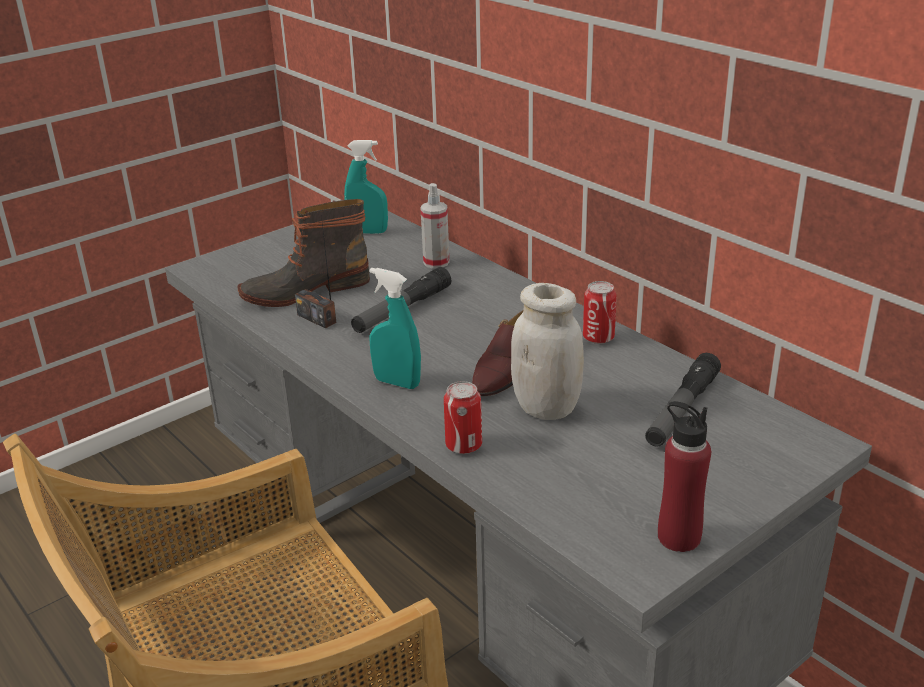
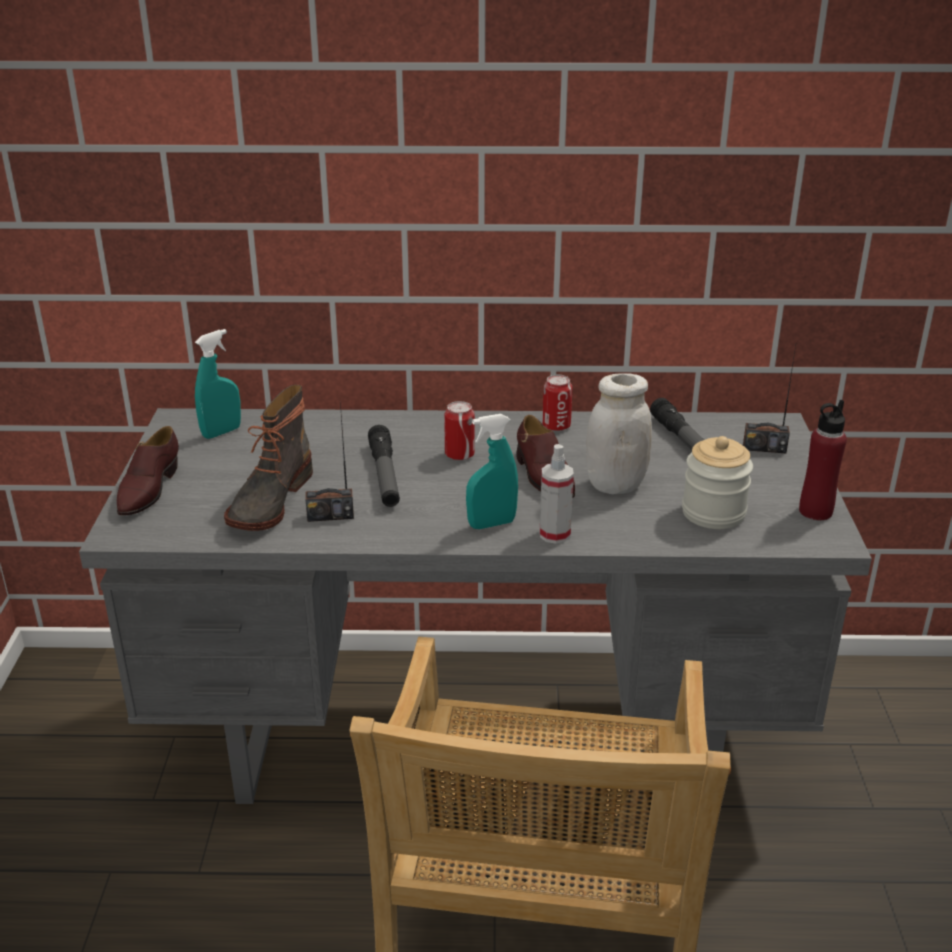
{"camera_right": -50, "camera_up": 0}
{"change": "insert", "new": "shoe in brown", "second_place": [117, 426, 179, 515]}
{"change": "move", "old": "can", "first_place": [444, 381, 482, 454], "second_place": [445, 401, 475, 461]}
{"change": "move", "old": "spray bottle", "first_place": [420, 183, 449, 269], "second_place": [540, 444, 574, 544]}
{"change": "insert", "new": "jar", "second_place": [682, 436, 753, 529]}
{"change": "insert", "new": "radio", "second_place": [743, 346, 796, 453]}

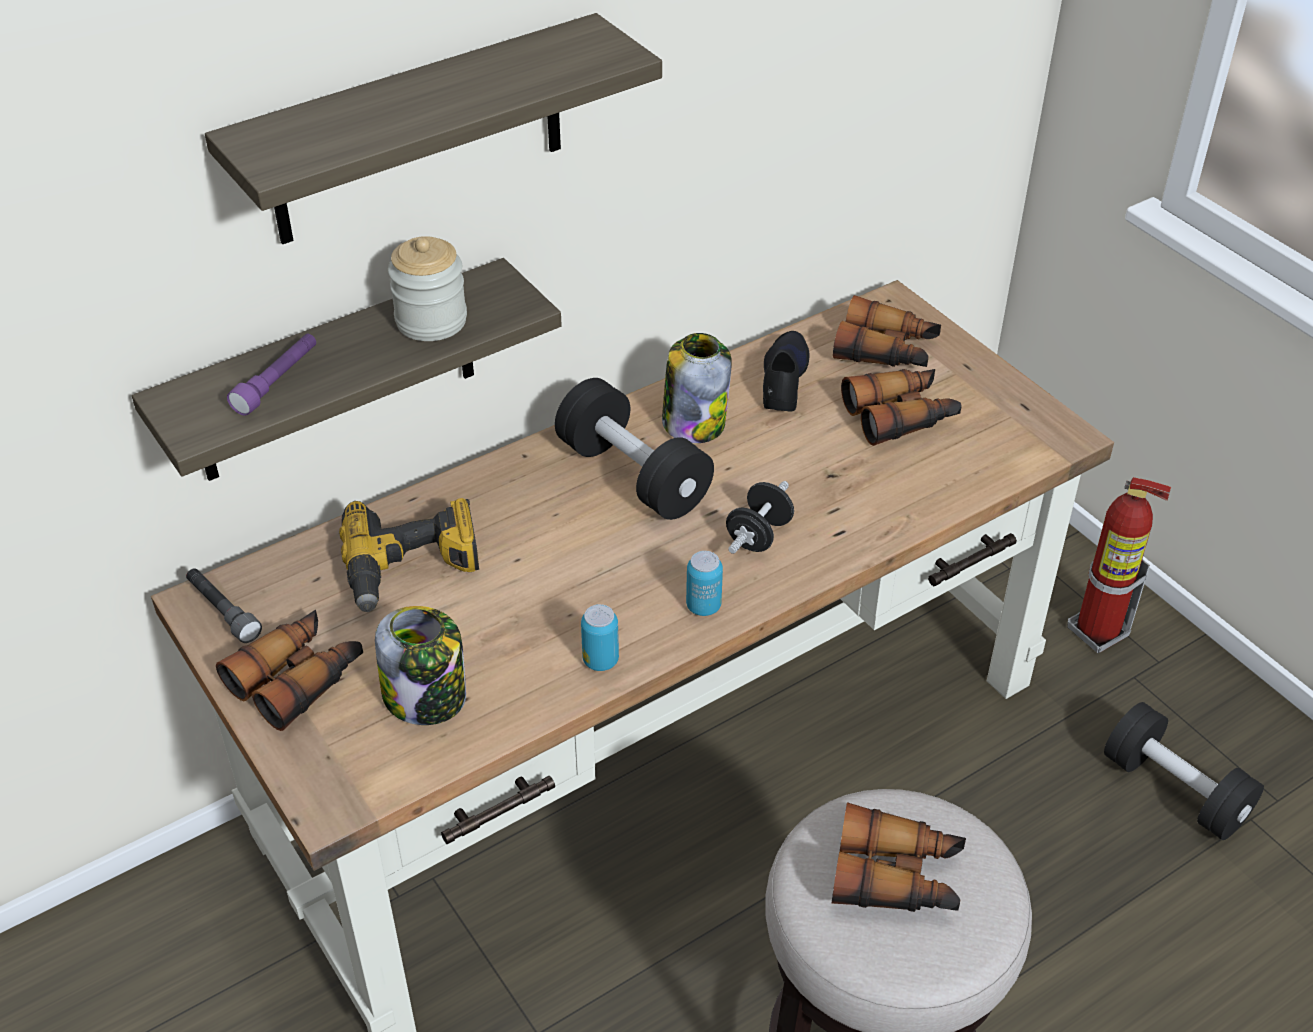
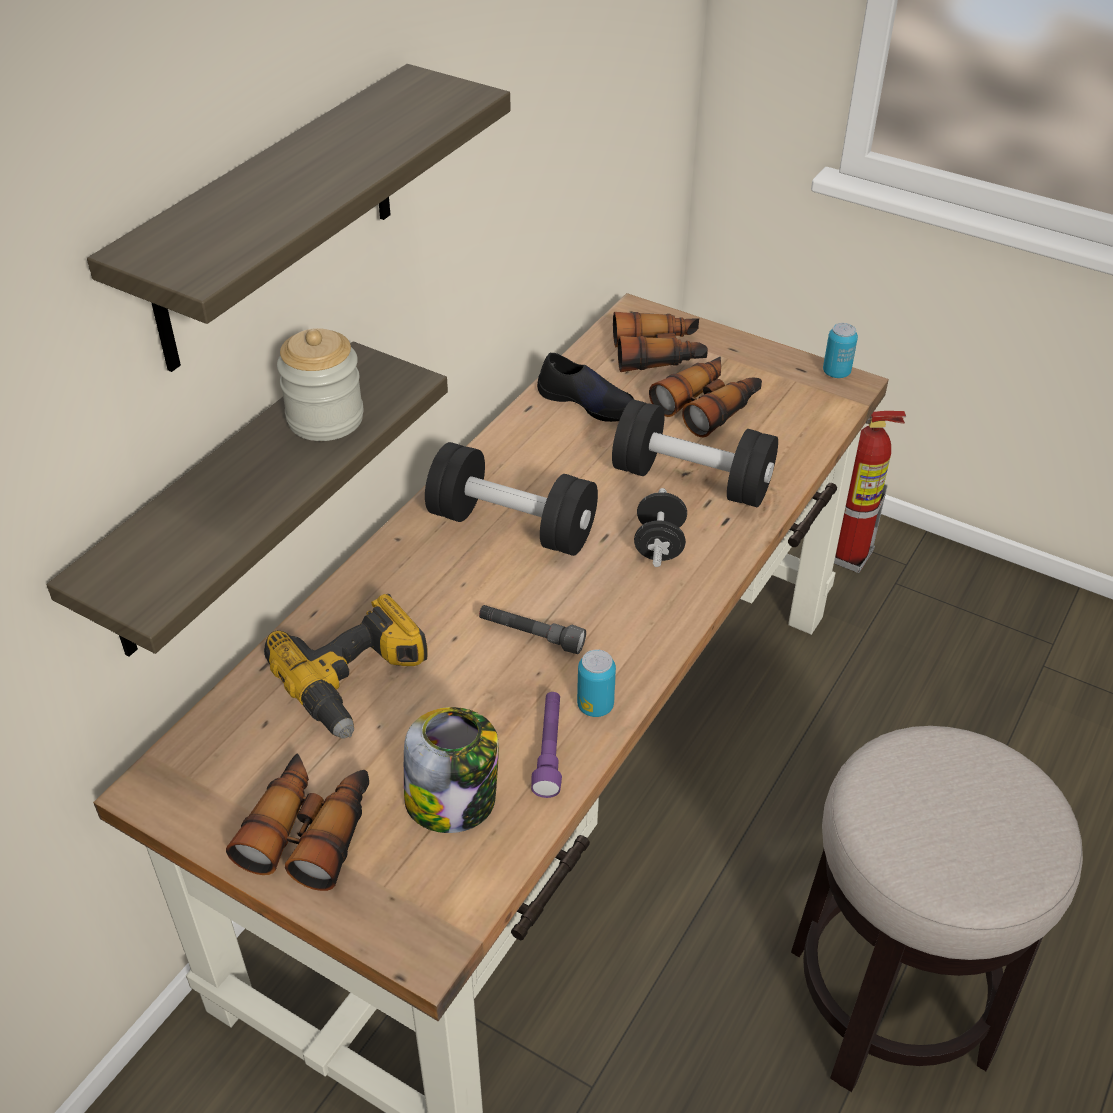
{"camera_right": -25, "camera_up": 0}
{"change": "move", "old": "flashlight in grey", "first_place": [186, 568, 262, 643], "second_place": [479, 605, 586, 654]}
{"change": "move", "old": "flashlight in purple", "first_place": [227, 334, 316, 416], "second_place": [531, 692, 562, 798]}
{"change": "rotate", "old": "shoe in black", "first_place": [763, 331, 810, 412], "second_place": [537, 352, 635, 422], "degrees": 135}
{"change": "move", "old": "dumbbell in black", "first_place": [1104, 702, 1264, 840], "second_place": [612, 399, 778, 507]}
{"change": "move", "old": "can", "first_place": [686, 551, 723, 616], "second_place": [823, 323, 858, 378]}
{"change": "delete", "old": "jar", "first_place": [662, 333, 732, 443]}
{"change": "delete", "old": "binoculars", "first_place": [832, 802, 966, 912]}

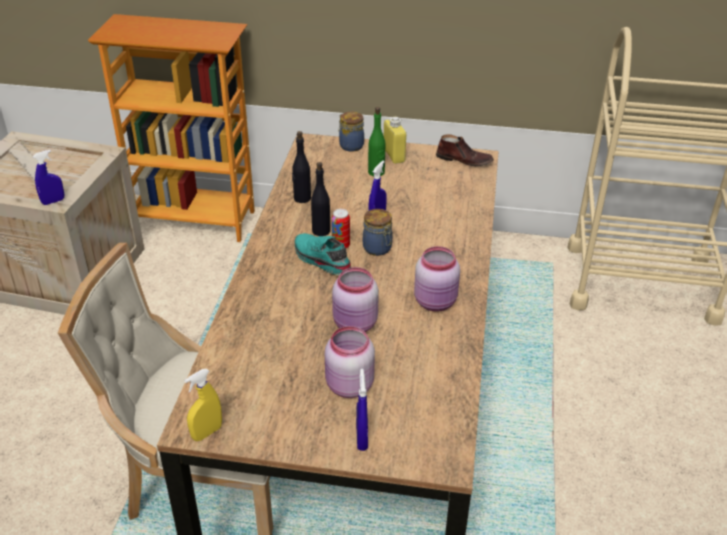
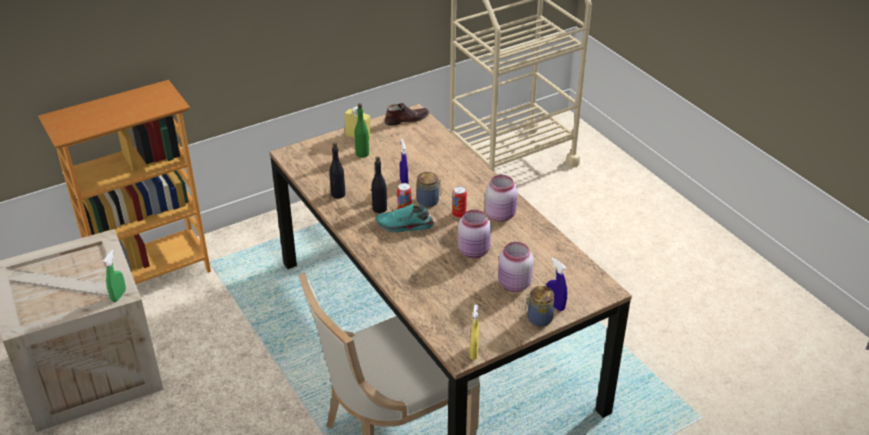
{"camera_right": -40, "camera_up": 0}
{"change": "recolor", "old": "spray bottle in blue", "new": "spray bottle in green", "first_place": [33, 150, 64, 205], "second_place": [103, 249, 126, 302]}
{"change": "insert", "new": "can", "second_place": [452, 186, 467, 218]}
{"change": "move", "old": "jar", "first_place": [339, 111, 364, 152], "second_place": [525, 286, 554, 327]}

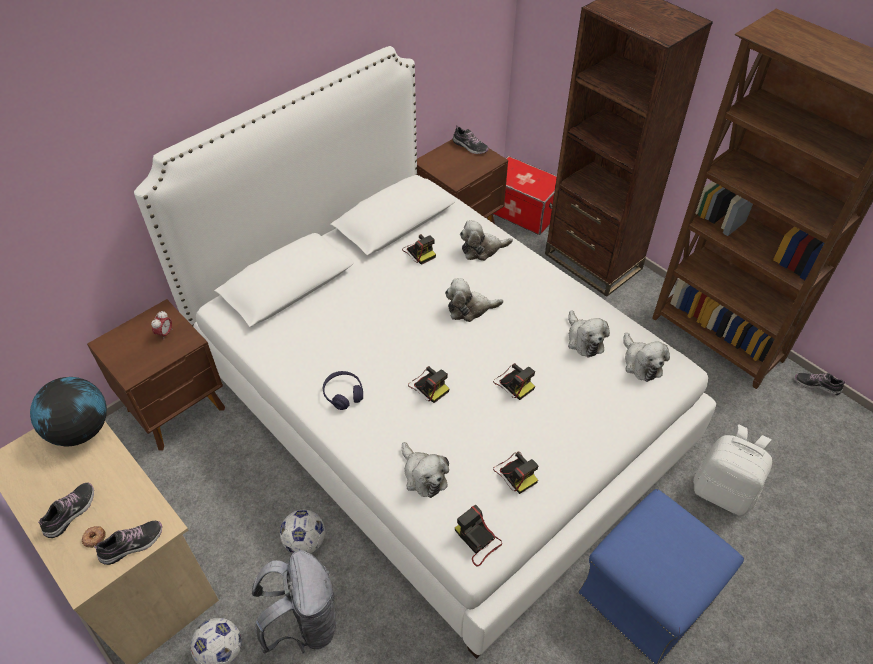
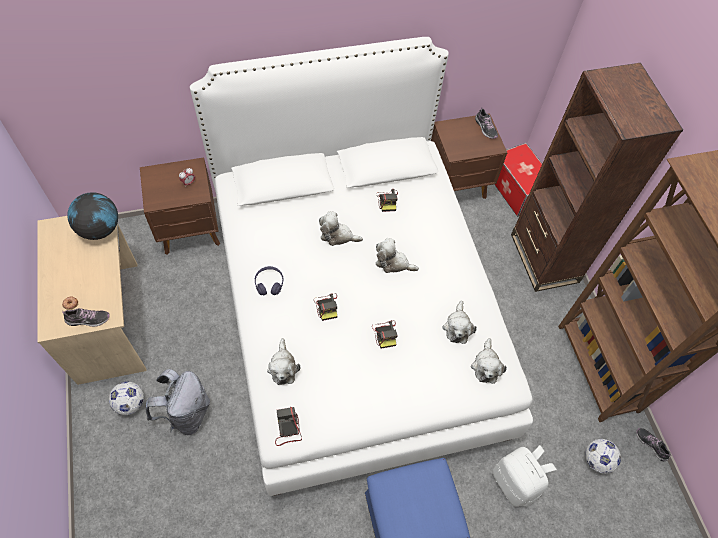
{"camera_right": 25, "camera_up": 10}
{"change": "move", "old": "plush toy", "first_place": [460, 220, 513, 261], "second_place": [319, 211, 363, 246]}
{"change": "move", "old": "football", "first_place": [280, 510, 325, 554], "second_place": [585, 439, 621, 474]}
{"change": "delete", "old": "shoe", "first_place": [38, 482, 94, 538]}
{"change": "delete", "old": "photo camera", "first_place": [493, 451, 539, 494]}

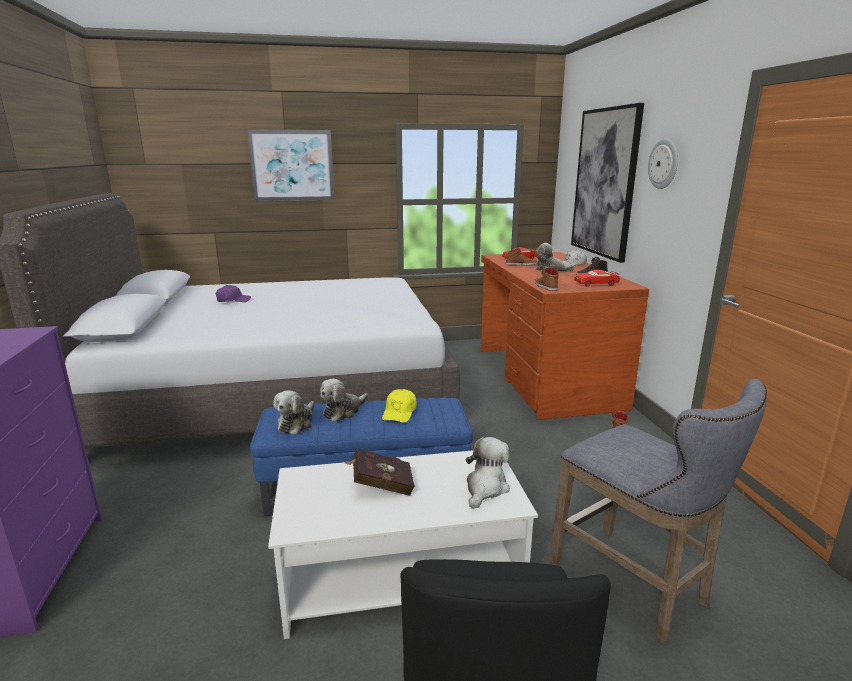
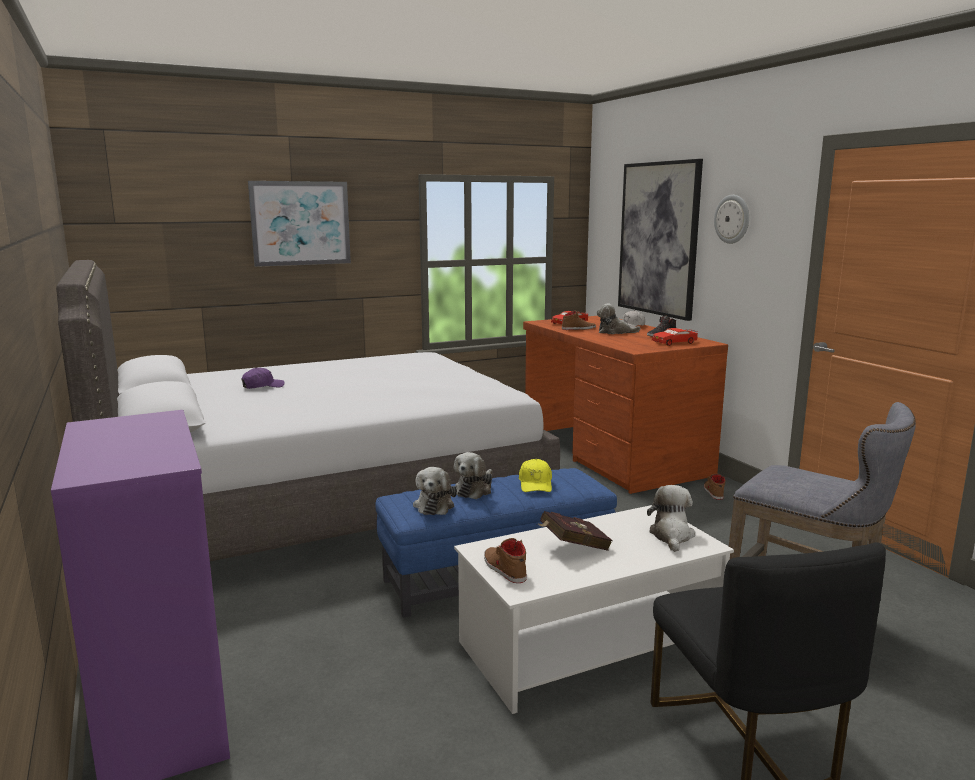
{"camera_right": -15, "camera_up": -5}
{"change": "move", "old": "shoe in brown", "first_place": [535, 267, 559, 291], "second_place": [484, 538, 527, 583]}

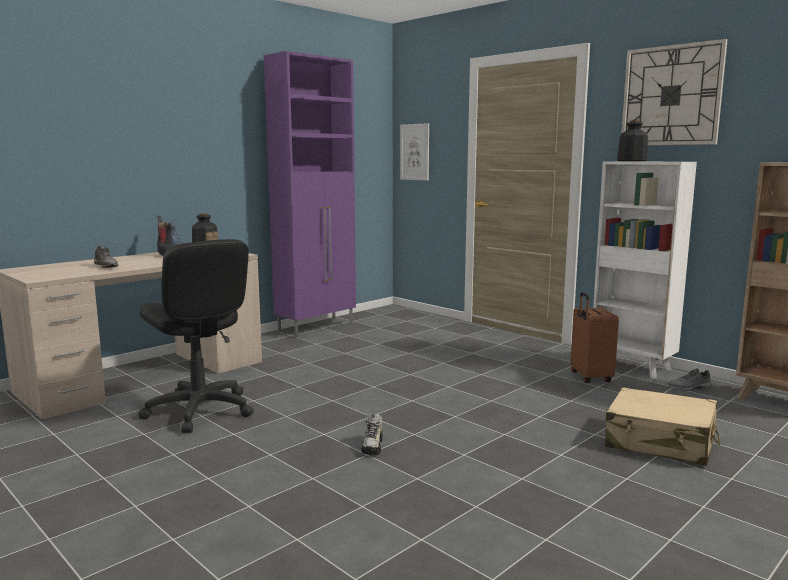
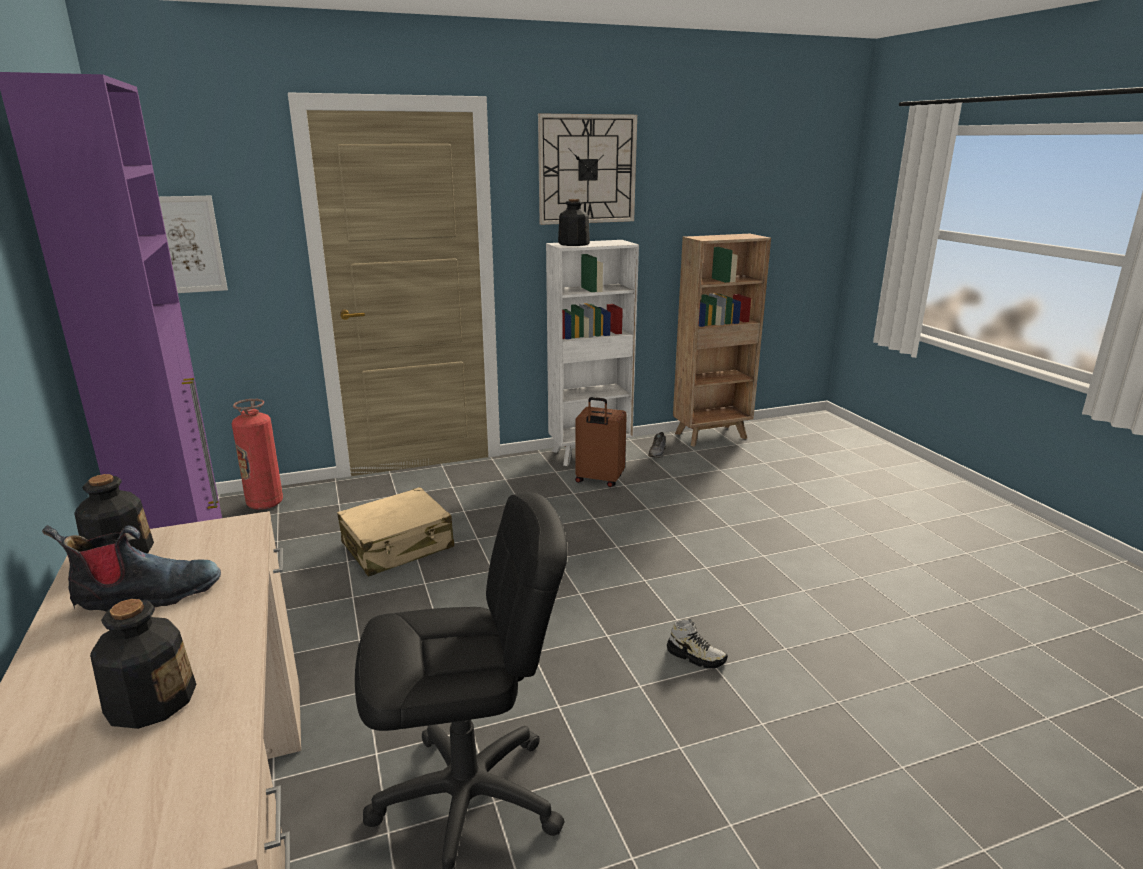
{"camera_right": -65, "camera_up": 10}
{"change": "replace", "old": "shoe in grey", "new": "bottle", "first_place": [94, 245, 118, 268], "second_place": [90, 599, 196, 729]}
{"change": "insert", "new": "fire extinguisher", "second_place": [232, 399, 283, 509]}
{"change": "move", "old": "suitcase in beige", "first_place": [605, 387, 720, 466], "second_place": [337, 487, 454, 576]}

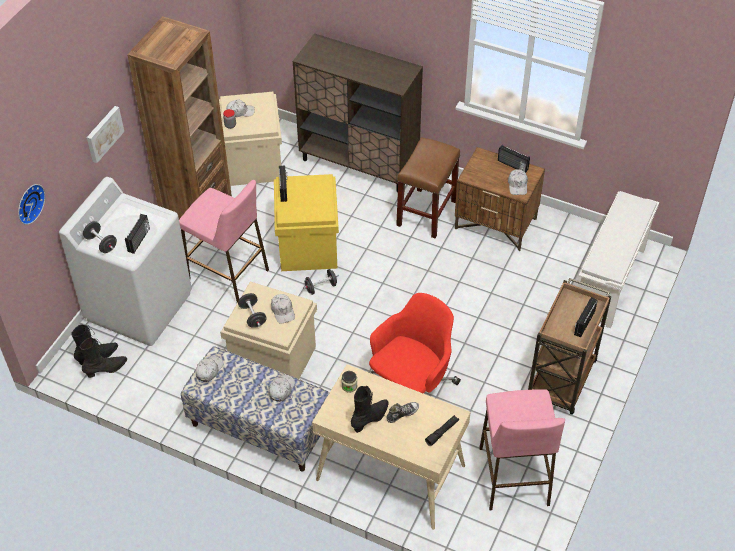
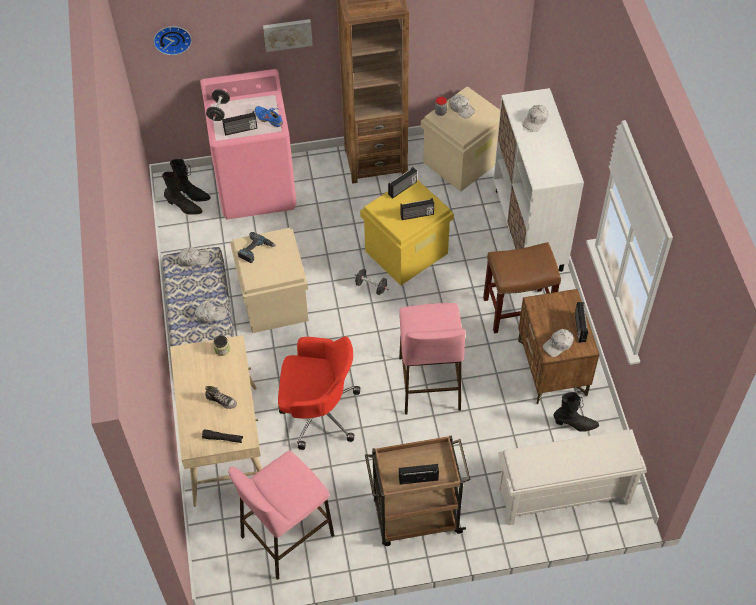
{"camera_right": 55, "camera_up": 5}
{"change": "recolor", "old": "washing machine in white", "new": "washing machine in pink", "first_place": [59, 177, 192, 346], "second_place": [200, 69, 297, 219]}
{"change": "replace", "old": "dumbbell in black", "new": "power drill", "first_place": [238, 293, 267, 328], "second_place": [238, 232, 275, 263]}
{"change": "insert", "new": "shoe in blue", "second_place": [255, 106, 283, 127]}
{"change": "move", "old": "stool in pink", "first_place": [179, 180, 269, 303], "second_place": [399, 303, 466, 415]}
{"change": "insert", "new": "radio", "second_place": [400, 198, 434, 220]}
{"change": "recolor", "old": "cabinet in brown", "new": "cabinet in white", "first_place": [293, 33, 423, 193], "second_place": [493, 88, 584, 272]}
{"change": "move", "old": "cap in white", "first_place": [271, 294, 295, 324], "second_place": [522, 105, 548, 132]}
{"change": "move", "old": "boot in black", "first_place": [351, 386, 389, 433], "second_place": [553, 392, 599, 432]}

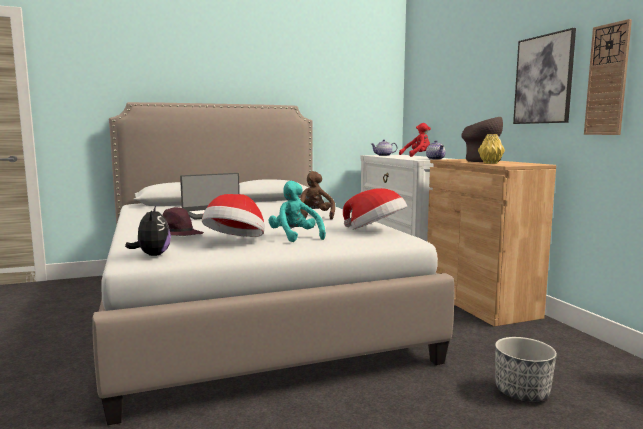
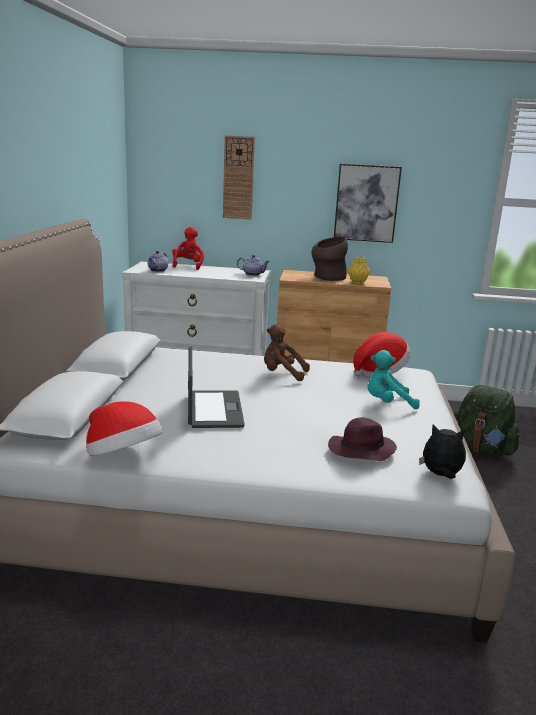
{"camera_right": -65, "camera_up": 10}
{"change": "move", "old": "hat", "first_place": [202, 194, 265, 237], "second_place": [86, 401, 163, 456]}
{"change": "move", "old": "wall clock", "first_place": [584, 19, 632, 135], "second_place": [223, 136, 255, 220]}
{"change": "replace", "old": "planter", "new": "backpack in green", "first_place": [495, 337, 557, 401], "second_place": [454, 385, 522, 456]}

